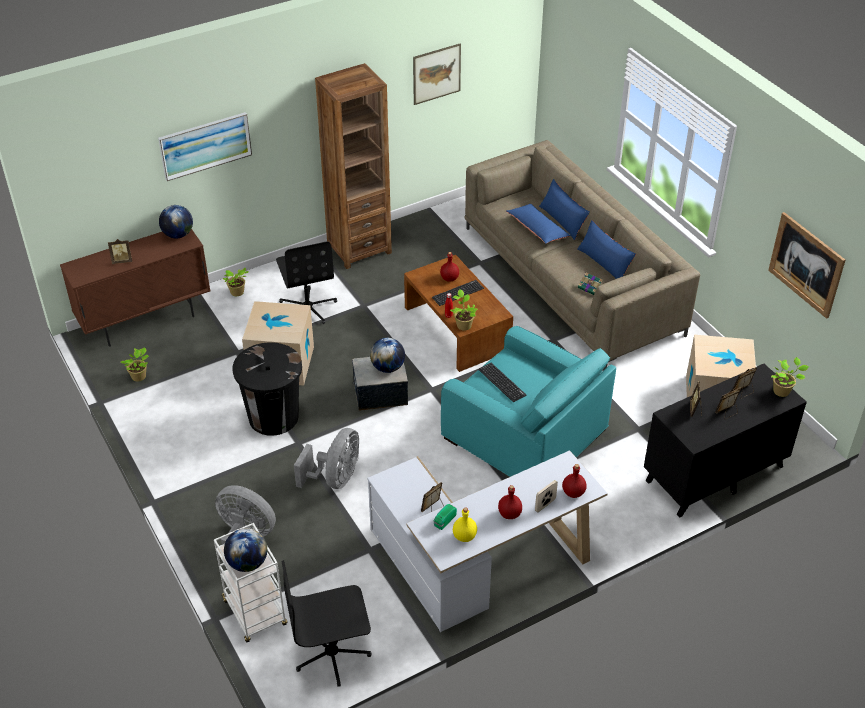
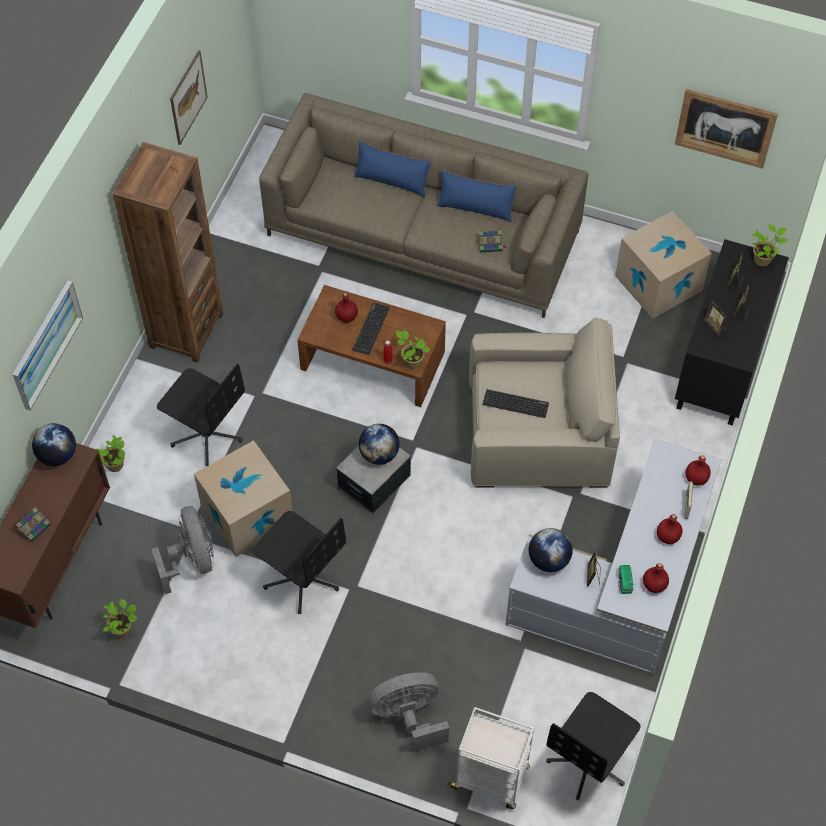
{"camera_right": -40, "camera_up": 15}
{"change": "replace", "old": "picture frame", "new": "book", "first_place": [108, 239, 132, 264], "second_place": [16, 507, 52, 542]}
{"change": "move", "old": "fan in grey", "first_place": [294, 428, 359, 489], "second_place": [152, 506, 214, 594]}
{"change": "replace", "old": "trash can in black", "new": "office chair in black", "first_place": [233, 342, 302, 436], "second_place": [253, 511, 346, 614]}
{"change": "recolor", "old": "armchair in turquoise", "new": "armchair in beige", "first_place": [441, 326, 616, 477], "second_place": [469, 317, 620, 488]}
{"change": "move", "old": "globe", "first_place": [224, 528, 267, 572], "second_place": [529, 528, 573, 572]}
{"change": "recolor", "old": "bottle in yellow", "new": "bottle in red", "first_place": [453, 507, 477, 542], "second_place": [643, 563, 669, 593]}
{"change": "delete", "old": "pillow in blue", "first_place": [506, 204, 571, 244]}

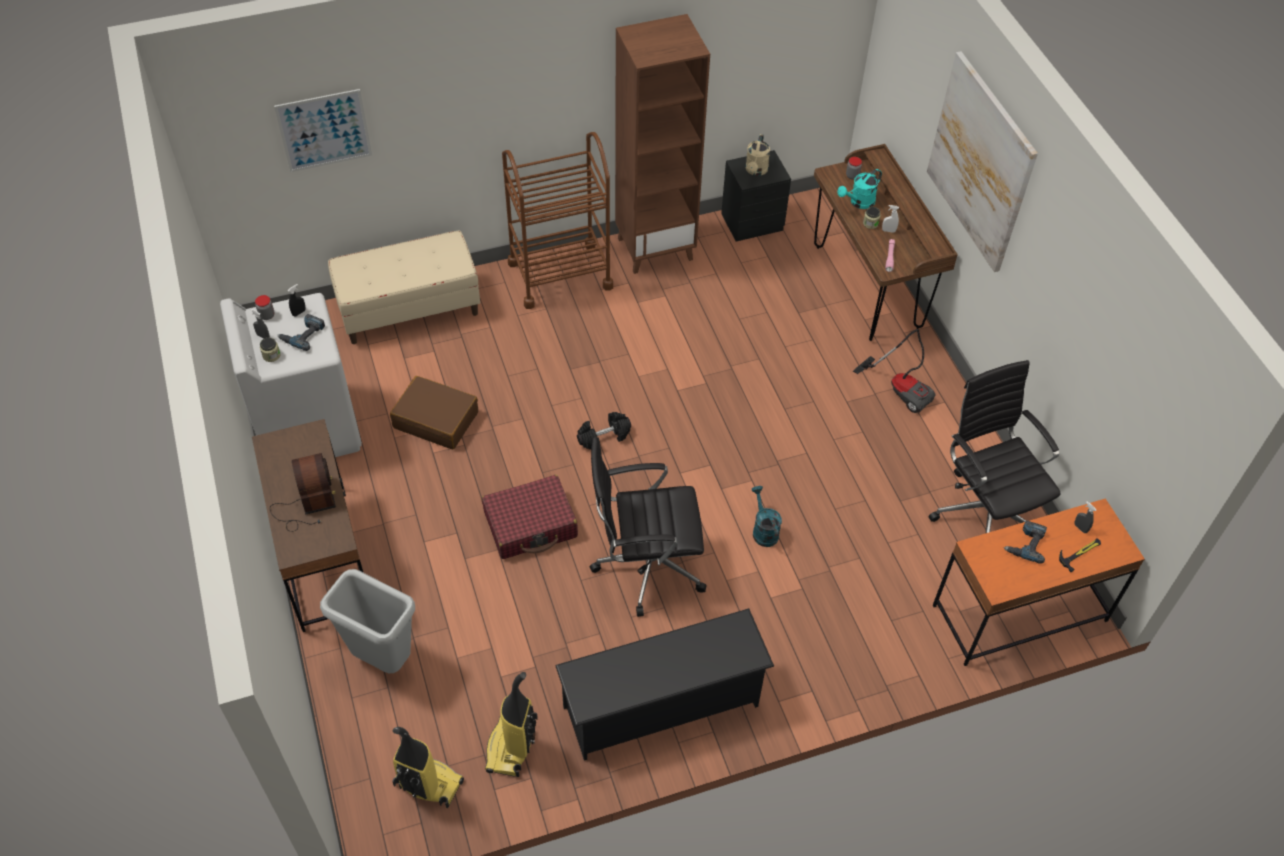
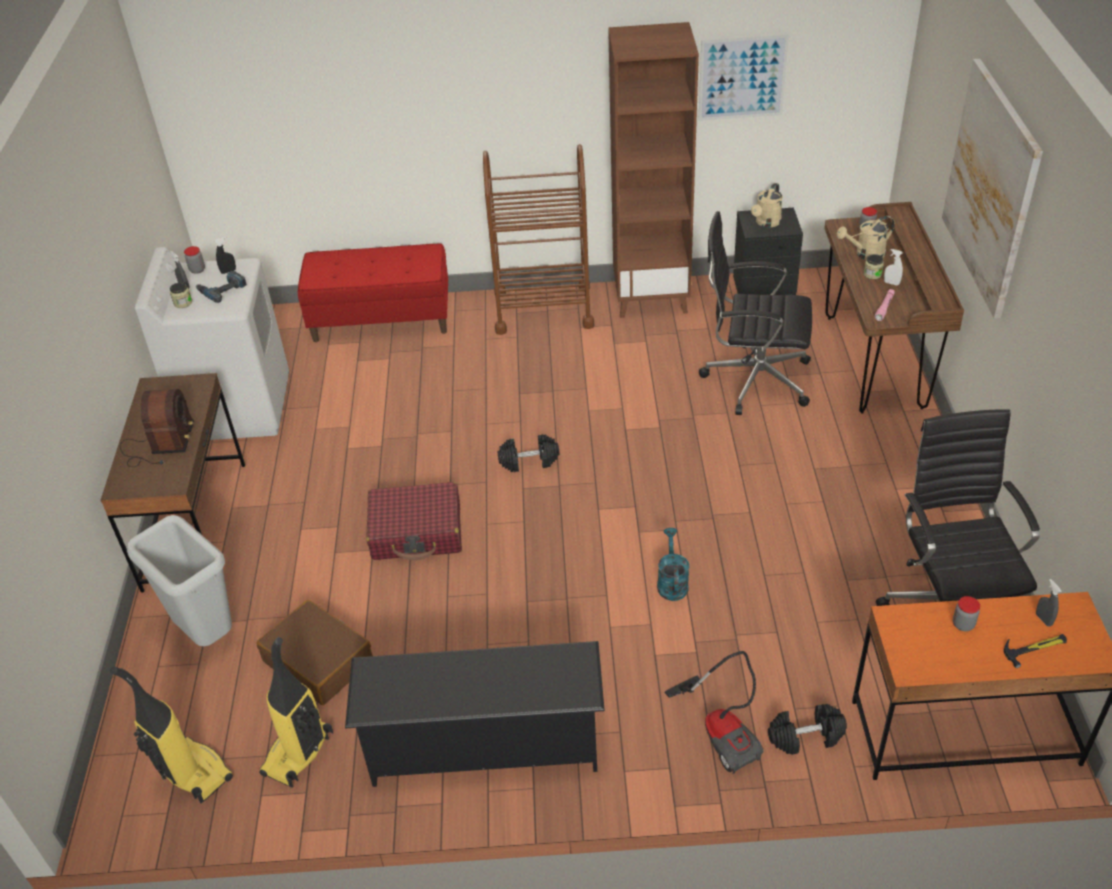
{"camera_right": 20, "camera_up": -10}
{"change": "move", "old": "suitcase in brown", "first_place": [390, 376, 478, 450], "second_place": [257, 600, 373, 705]}
{"change": "recolor", "old": "bench in beige", "new": "bench in red", "first_place": [328, 231, 480, 344], "second_place": [298, 244, 448, 342]}
{"change": "move", "old": "vacuum cleaner", "first_place": [853, 329, 935, 414], "second_place": [664, 651, 764, 774]}
{"change": "move", "old": "picture", "first_place": [274, 89, 372, 172], "second_place": [699, 34, 789, 121]}
{"change": "move", "old": "office chair in black", "first_place": [590, 437, 706, 617], "second_place": [699, 211, 812, 415]}
{"change": "insert", "new": "dumbbell in black", "second_place": [768, 704, 847, 755]}
{"change": "recolor", "old": "watering can in turquoise", "new": "watering can in beige", "first_place": [837, 169, 882, 209], "second_place": [837, 216, 895, 260]}
{"change": "replace", "old": "power drill", "new": "jar", "first_place": [1003, 521, 1047, 564], "second_place": [953, 596, 980, 631]}

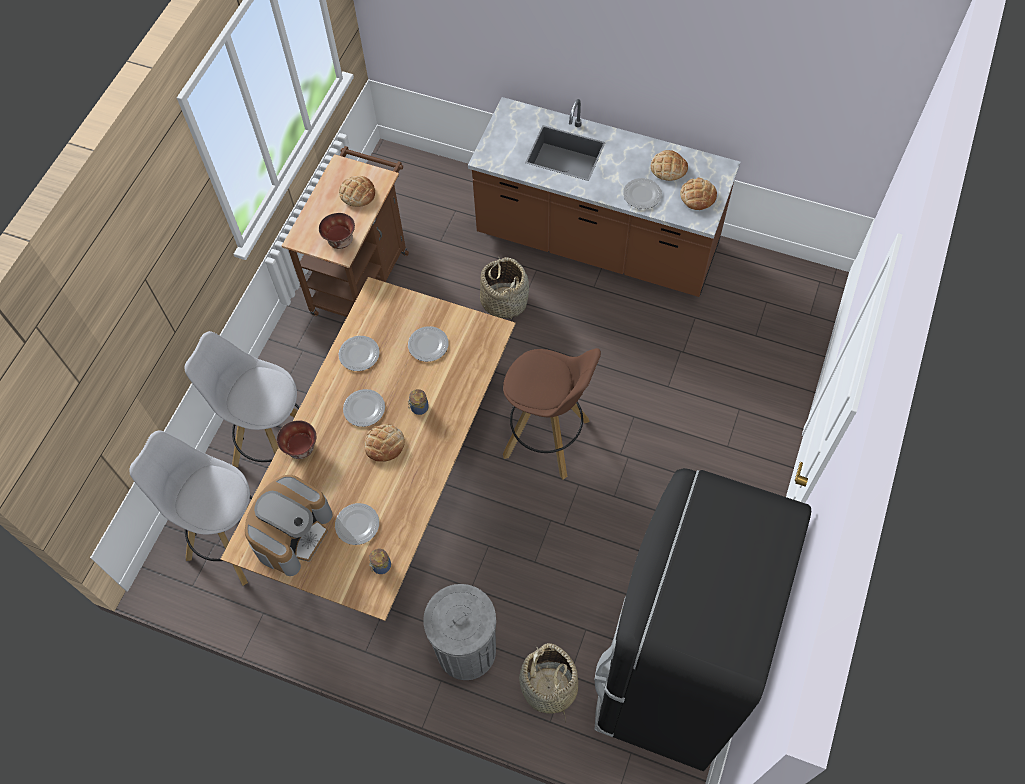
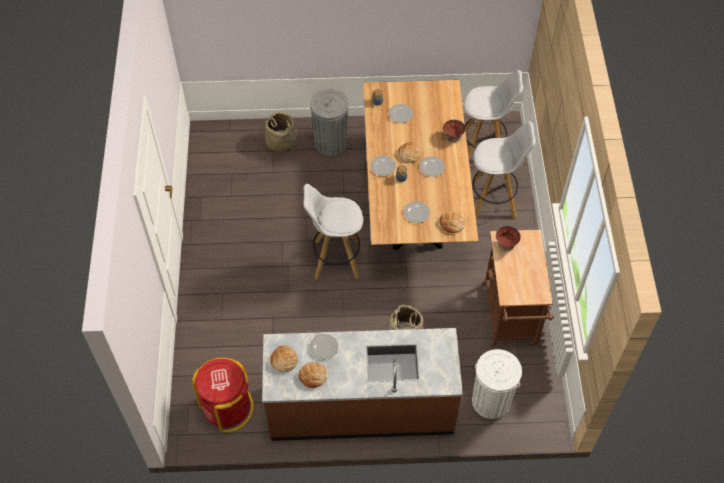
{"camera_right": 155, "camera_up": -5}
{"change": "insert", "new": "trash can in red", "second_place": [192, 358, 254, 433]}
{"change": "recolor", "old": "stool in brown", "new": "stool in white", "first_place": [503, 348, 601, 479], "second_place": [303, 184, 363, 280]}
{"change": "move", "old": "plate", "first_place": [338, 336, 380, 371], "second_place": [370, 156, 396, 176]}
{"change": "move", "old": "bread", "first_place": [339, 176, 375, 207], "second_place": [439, 211, 465, 233]}
{"change": "insert", "new": "trash can in white", "second_place": [472, 349, 522, 419]}
{"change": "delete", "old": "coffee machine", "first_place": [245, 475, 332, 576]}
{"change": "delete", "old": "fridge in black", "first_place": [595, 468, 811, 771]}

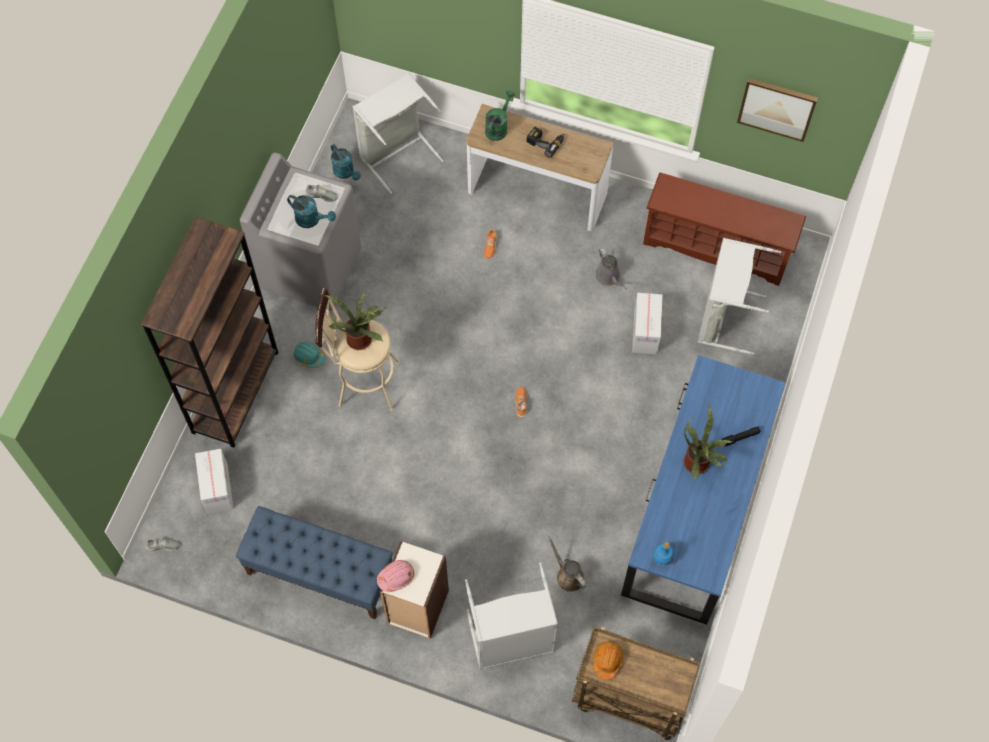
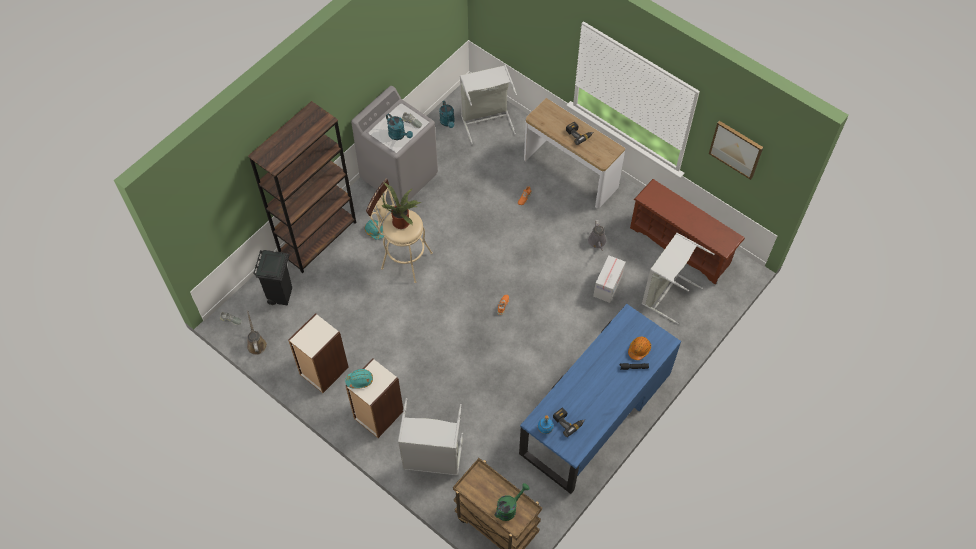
{"camera_right": 20, "camera_up": -5}
{"change": "move", "old": "watering can in brown", "first_place": [547, 536, 587, 592], "second_place": [247, 311, 267, 355]}
{"change": "replace", "old": "cardboard box", "new": "trash can in black", "first_place": [195, 449, 234, 514], "second_place": [253, 250, 292, 305]}
{"change": "replace", "old": "bench in blue", "new": "bookcase", "first_place": [236, 506, 393, 619], "second_place": [288, 313, 349, 393]}
{"change": "recolor", "old": "hard hat in pink", "new": "hard hat in turquoise", "first_place": [377, 560, 414, 592], "second_place": [345, 369, 373, 389]}
{"change": "move", "old": "watering can in green", "first_place": [485, 90, 515, 141], "second_place": [495, 483, 529, 521]}
{"change": "insert", "new": "power drill", "second_place": [553, 407, 584, 437]}
{"change": "move", "old": "hard hat in orange", "first_place": [593, 641, 623, 680], "second_place": [628, 336, 651, 360]}
{"change": "delete", "old": "potted plant", "first_place": [684, 406, 733, 480]}

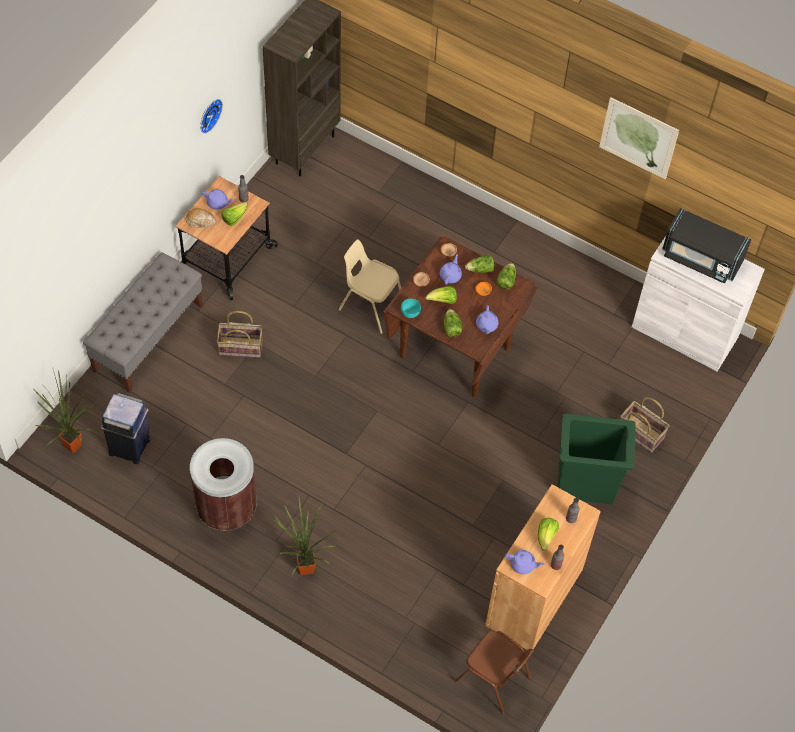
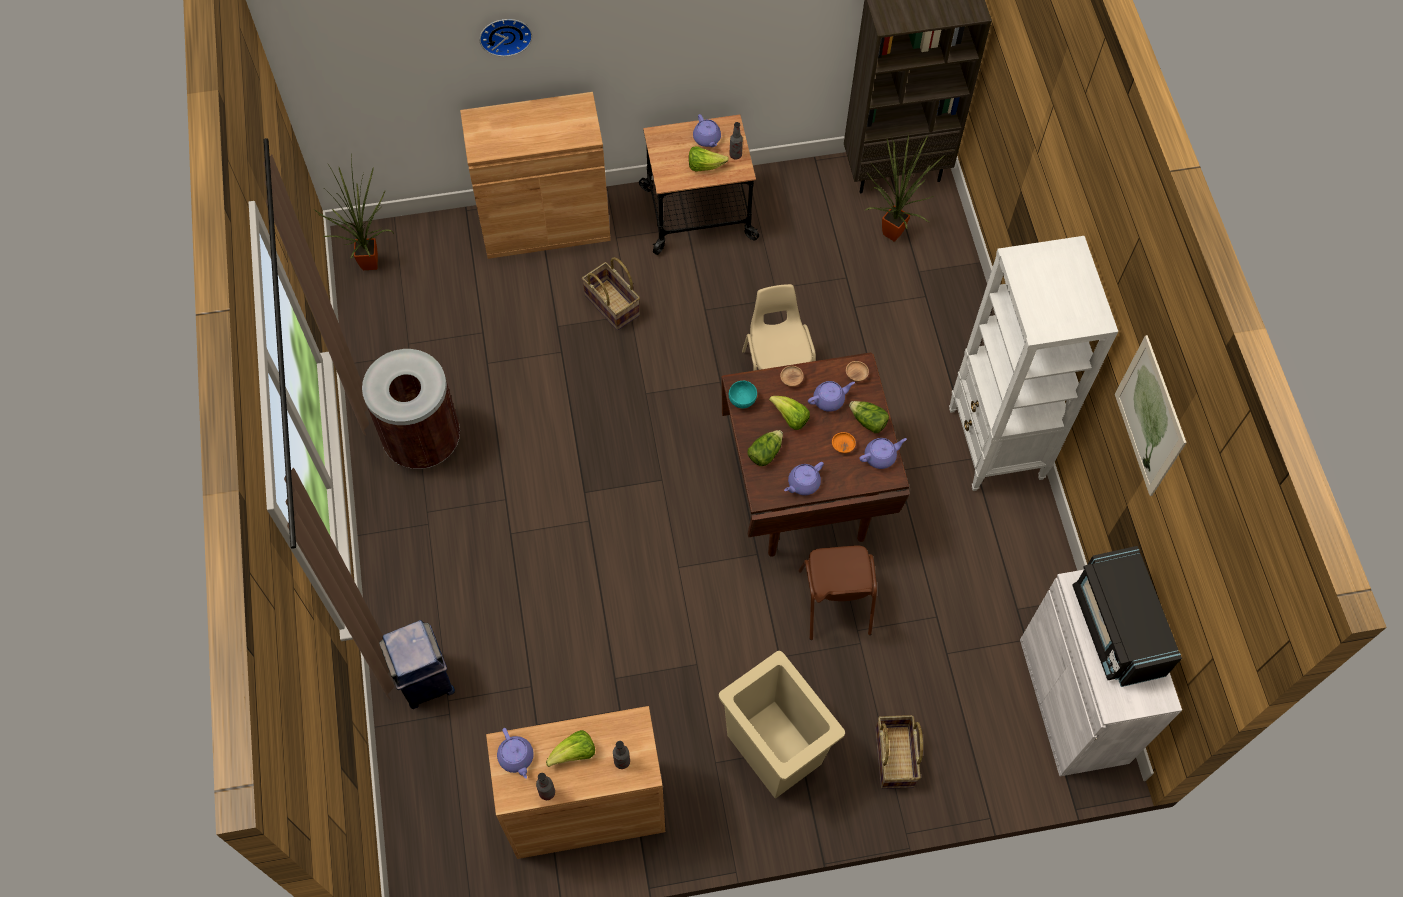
{"camera_right": 50, "camera_up": 5}
{"change": "move", "old": "trash can in blue", "first_place": [101, 393, 151, 464], "second_place": [379, 620, 455, 709]}
{"change": "replace", "old": "bench in grey", "new": "cabinet in brown", "first_place": [83, 252, 203, 393], "second_place": [460, 92, 611, 259]}
{"change": "move", "old": "wall clock", "first_place": [200, 99, 223, 134], "second_place": [479, 19, 532, 57]}
{"change": "recolor", "old": "trash can in green", "new": "trash can in beige", "first_place": [558, 414, 636, 504], "second_place": [719, 651, 845, 799]}
{"change": "move", "old": "chair in brown", "first_place": [454, 631, 534, 714], "second_place": [799, 545, 877, 640]}
{"change": "replace", "old": "lettuce", "new": "teapot in purple", "first_place": [496, 263, 516, 289], "second_place": [859, 438, 907, 469]}
{"change": "move", "old": "potted plant", "first_place": [275, 497, 335, 575], "second_place": [864, 135, 945, 242]}
{"change": "insert", "new": "bookcase in white", "second_place": [949, 236, 1118, 491]}
{"change": "delete", "old": "bread", "first_place": [185, 208, 216, 228]}

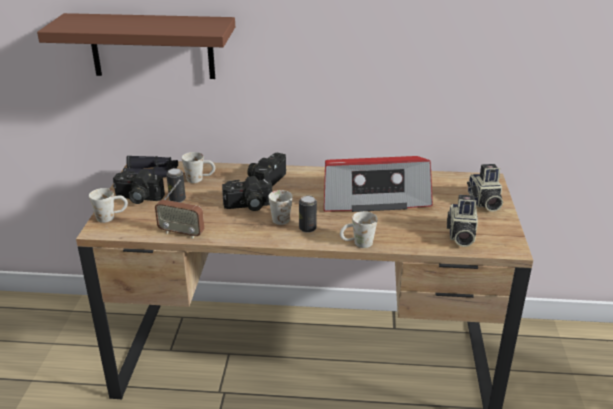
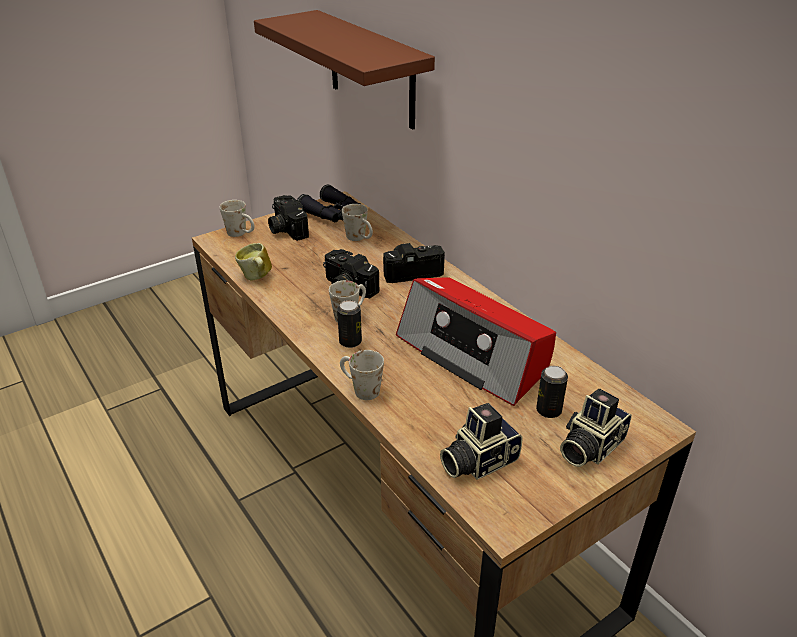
{"camera_right": 50, "camera_up": 5}
{"change": "replace", "old": "radio", "new": "mug", "first_place": [155, 180, 204, 239], "second_place": [235, 243, 272, 281]}
{"change": "move", "old": "can", "first_place": [166, 168, 186, 202], "second_place": [536, 366, 568, 418]}

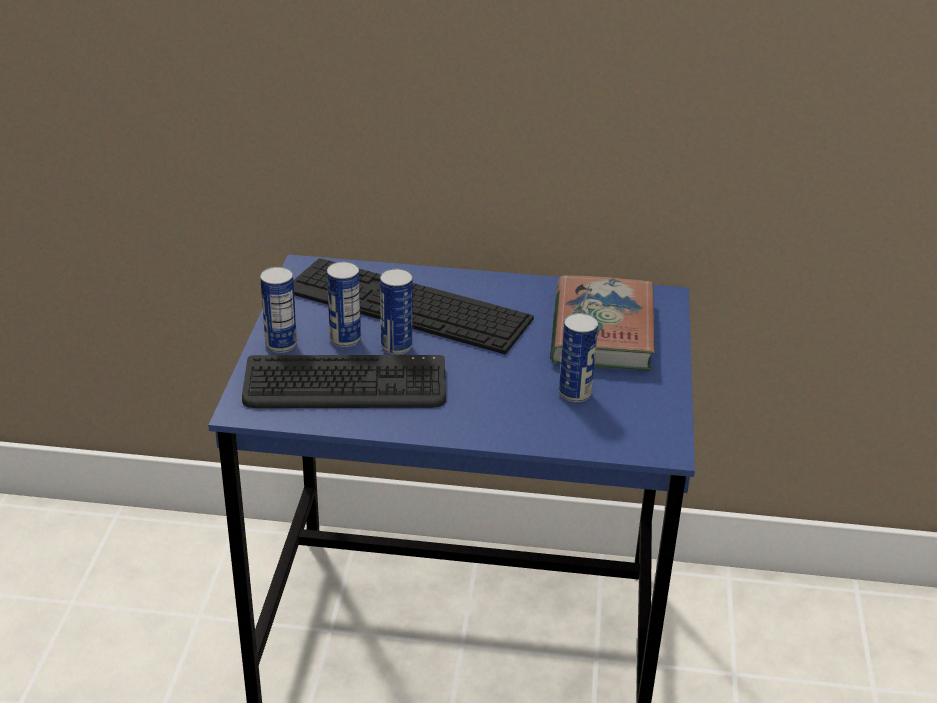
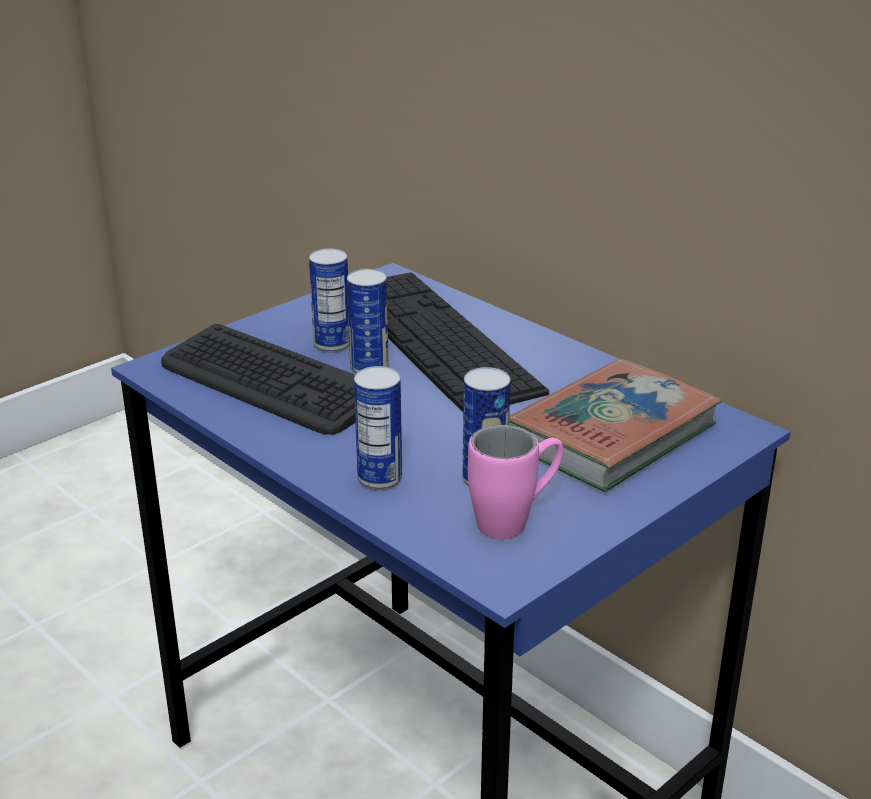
{"camera_right": 40, "camera_up": -5}
{"change": "move", "old": "can", "first_place": [260, 267, 297, 353], "second_place": [354, 366, 402, 490]}
{"change": "insert", "new": "mug in pink", "second_place": [468, 425, 563, 539]}

